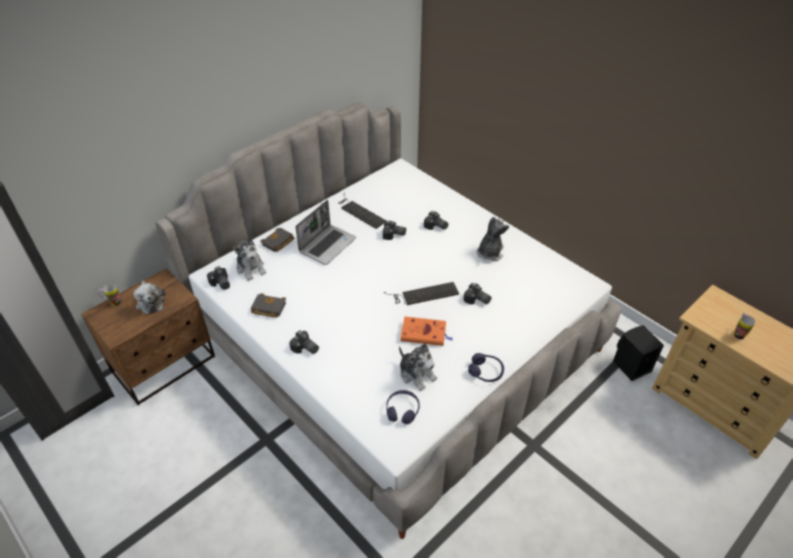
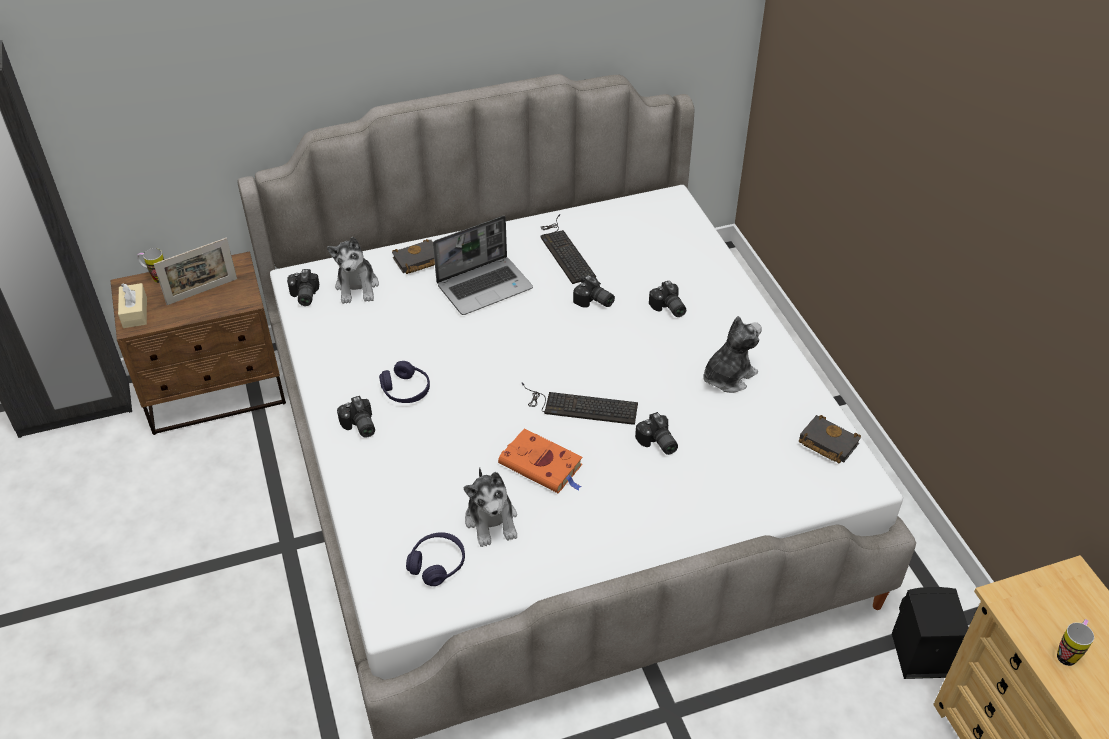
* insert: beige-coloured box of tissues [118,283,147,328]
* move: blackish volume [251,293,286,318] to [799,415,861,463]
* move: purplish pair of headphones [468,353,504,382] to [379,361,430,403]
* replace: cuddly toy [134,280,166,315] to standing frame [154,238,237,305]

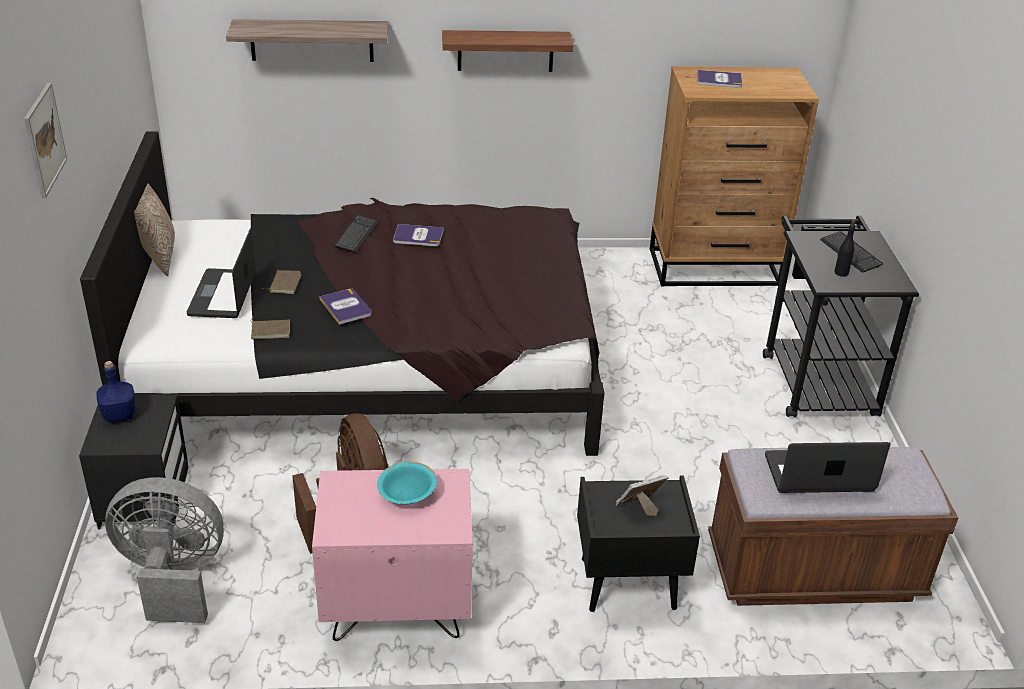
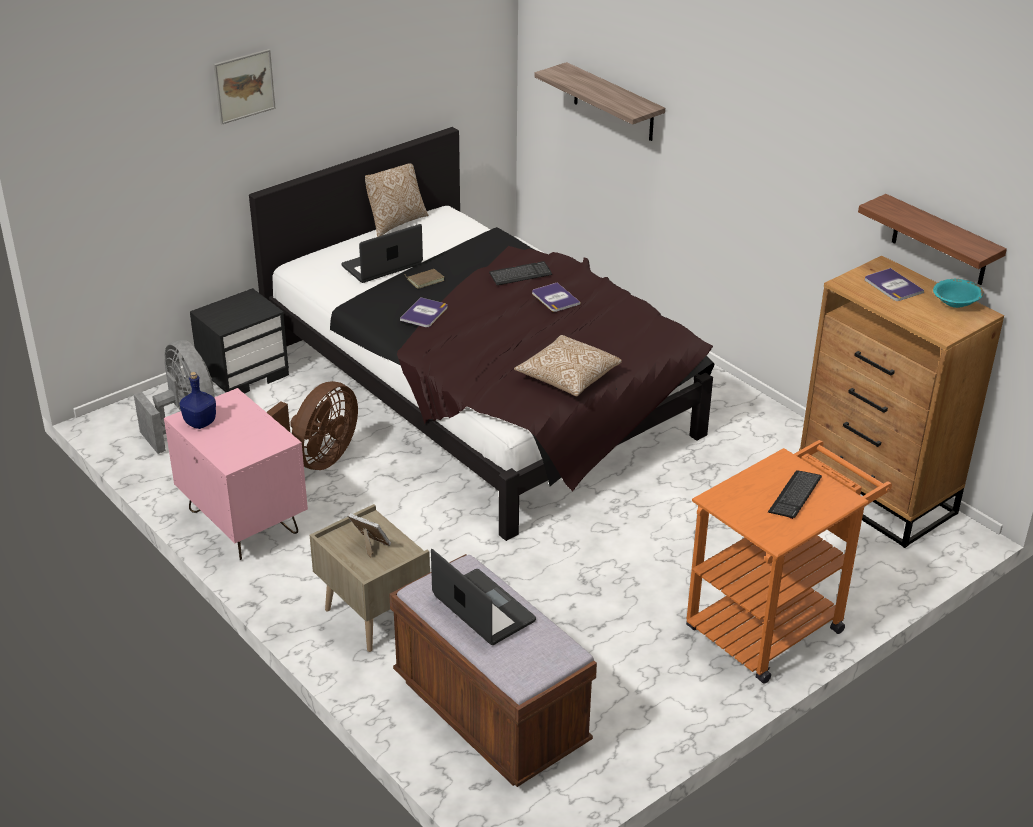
* delete: brownish volume [250,319,290,339]
* delete: blackish beverage bottle [834,220,856,277]
* insert: pillow [514,335,622,396]
* move: blue-coloured beverage bottle [97,361,135,423] to [180,372,216,429]
* move: turquoise serving bowl [377,462,437,505] to [933,279,984,308]
* move: wall shelf [442,30,574,72] to [858,194,1007,285]
* recolor: blackish night table [577,475,700,612] to beige-coloured night table [310,504,430,652]
* recolor: blackish trolley [763,216,919,417] to orange trolley [686,440,892,684]

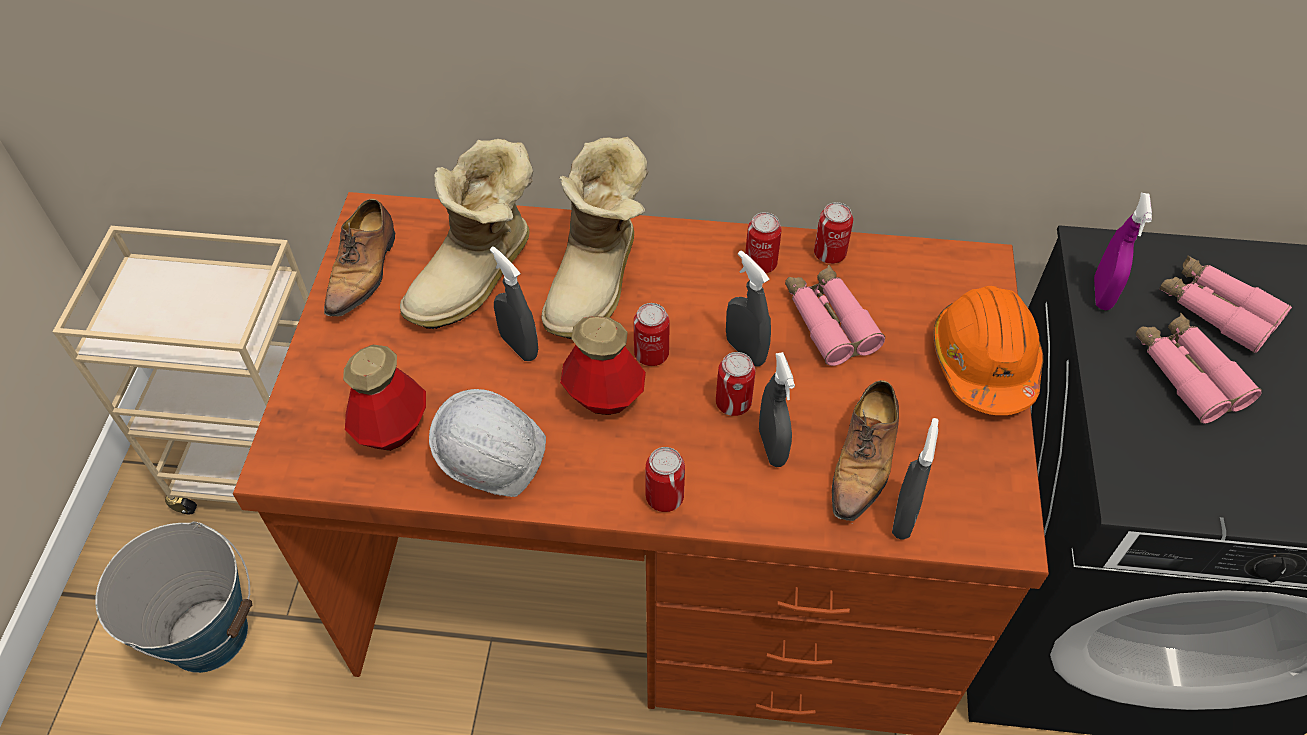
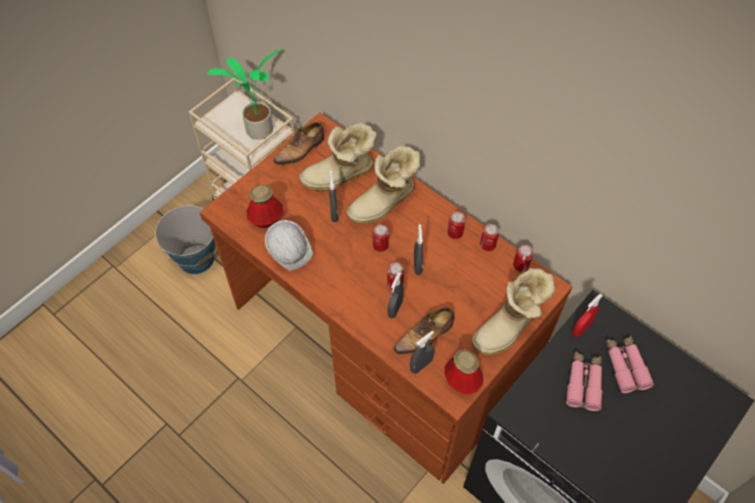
* delete: pink pair of binoculars [785,265,885,366]
* insert: potted plant [207,50,282,140]
* move: beverage bottle [560,316,646,415] to [445,349,483,395]
* move: sealed can [645,447,685,512] to [513,245,533,272]
* replace: orange work helmet [933,286,1043,415] to high-top boot [472,268,555,355]
* recolor: purplish hand sprayer [1094,193,1152,310] to red-coloured hand sprayer [572,294,603,338]

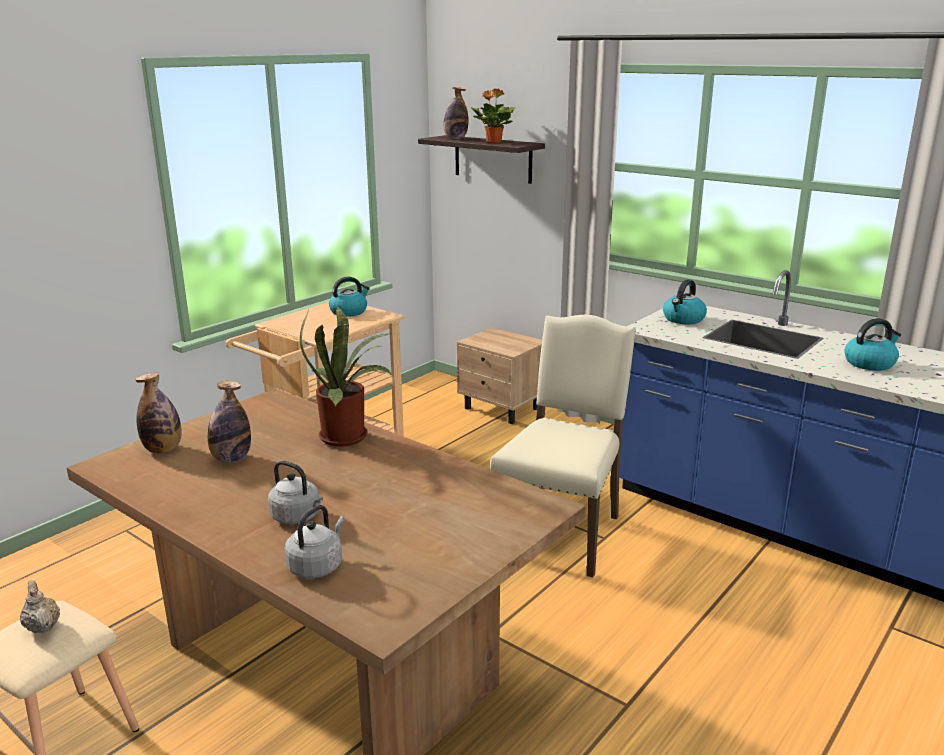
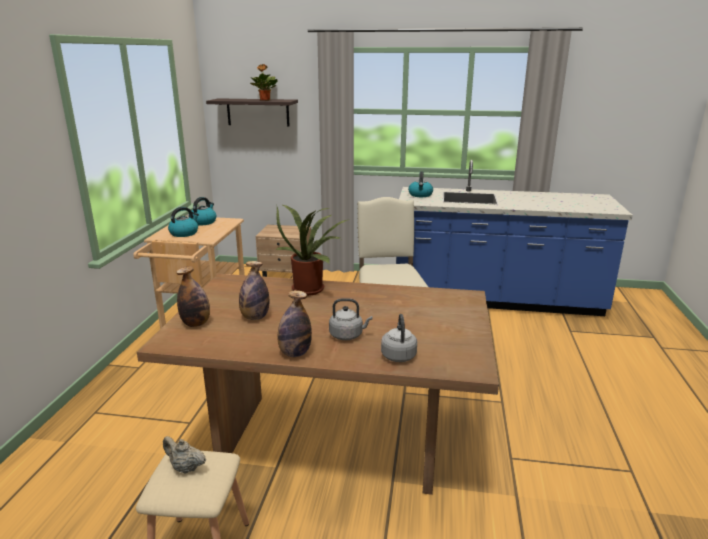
* move: beverage bottle [444,87,468,139] to [277,290,312,357]
* move: kettle [844,318,901,371] to [168,207,199,237]

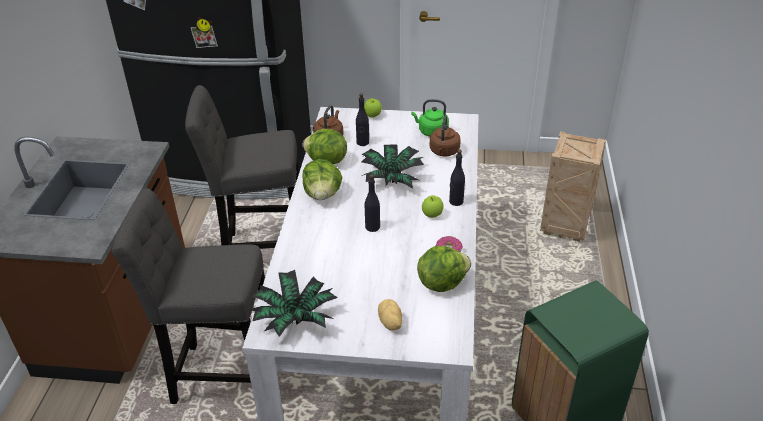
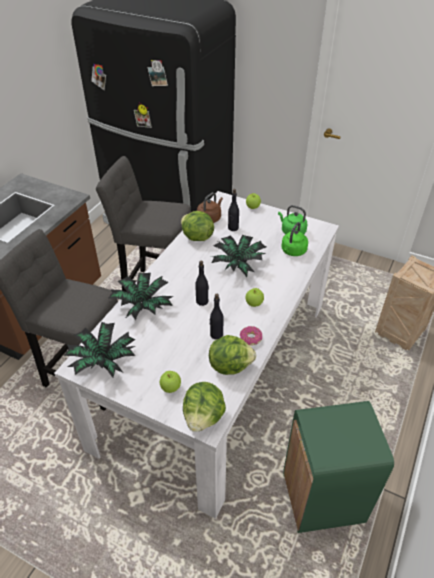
* insert: potted plant [109,272,173,320]
* move: lettuce head [302,159,342,200] to [183,382,226,432]
* move: blackish beverage bottle [449,150,465,206] to [210,294,223,340]
* replace: whole potato [378,299,402,331] to whole apple [160,371,181,393]
* recolor: brownish kettle [430,115,461,156] to green-coloured kettle [282,222,308,256]

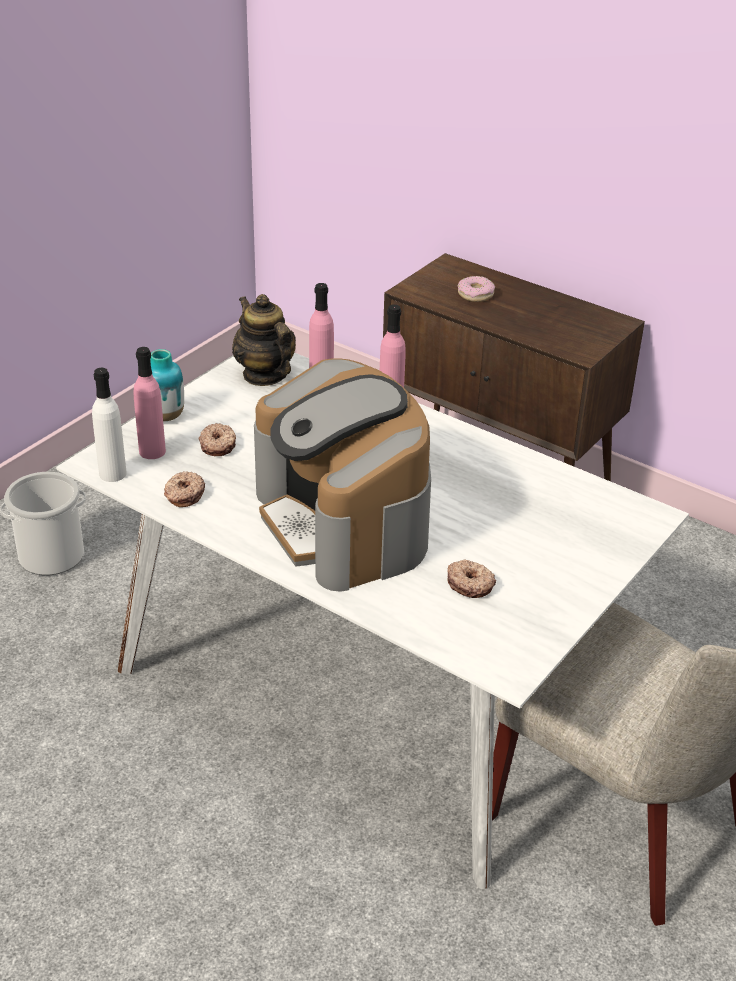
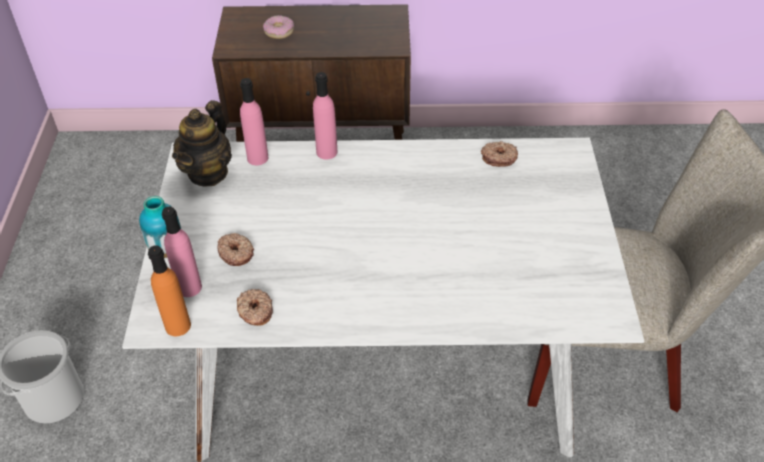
* delete: coffee maker [254,358,431,592]
* move: doughnut [447,559,496,598] to [481,141,518,167]
* recolor: white beverage bottle [92,368,127,482] to orange beverage bottle [148,245,191,336]
* rotate: tea pot [232,294,296,386] = [172,100,232,187] 90 degrees counterclockwise

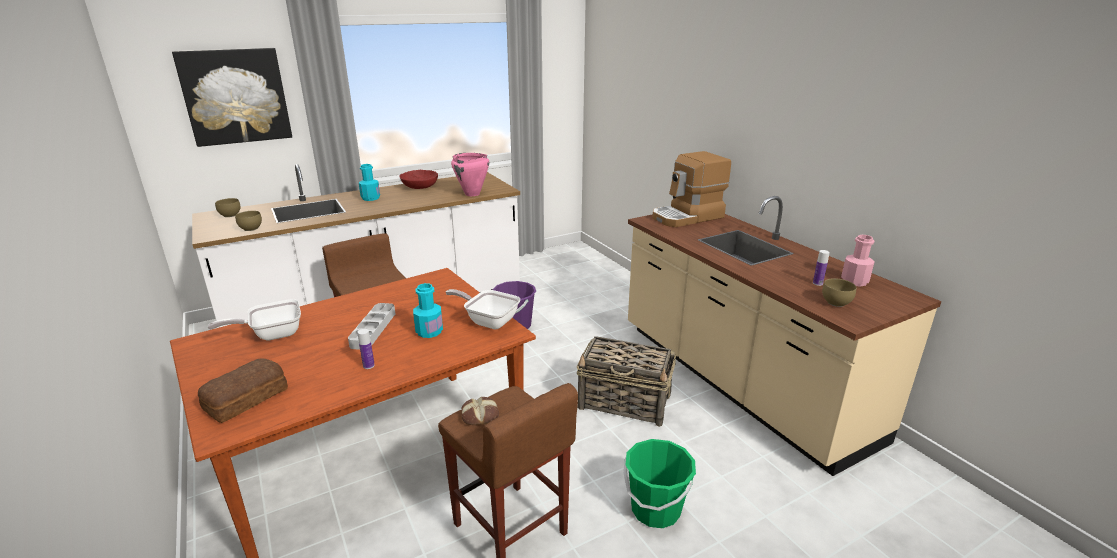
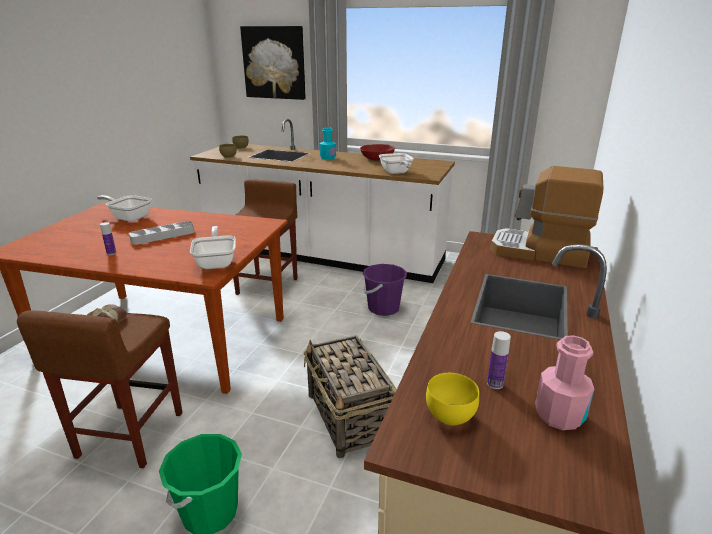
* delete: bread [198,359,288,423]
* delete: turquoise beverage bottle [413,283,443,338]
* replace: pink stockpot [451,153,489,196] to skillet [379,153,414,174]
* recolor: brownish serving bowl [822,278,857,307] to yellow serving bowl [426,373,479,426]

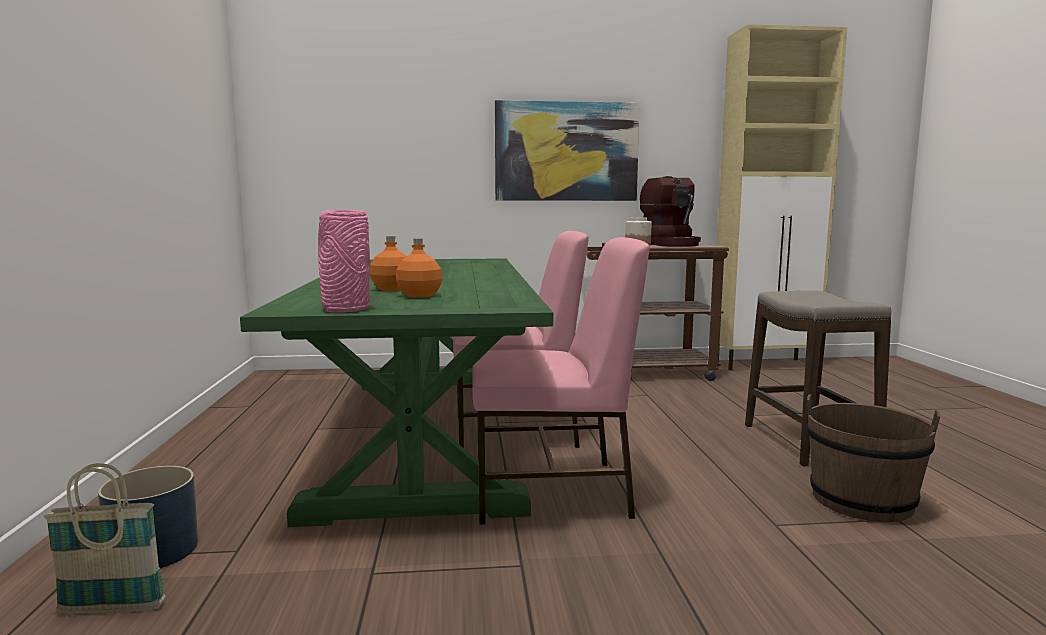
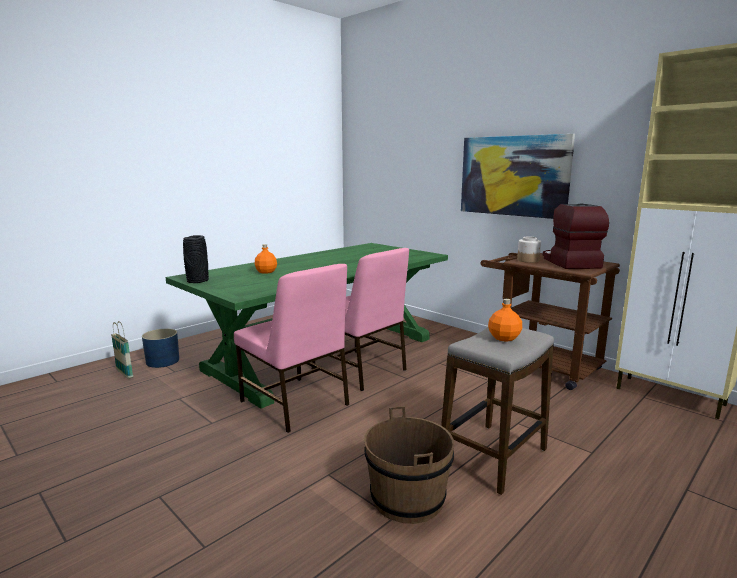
* move: orange beverage bottle [396,238,442,298] to [488,299,522,342]
* recolor: pink flower vase [318,210,370,313] to blackish flower vase [183,235,209,283]
* rotate: coffee maker [640,176,701,247] = [543,204,609,269] 135 degrees clockwise

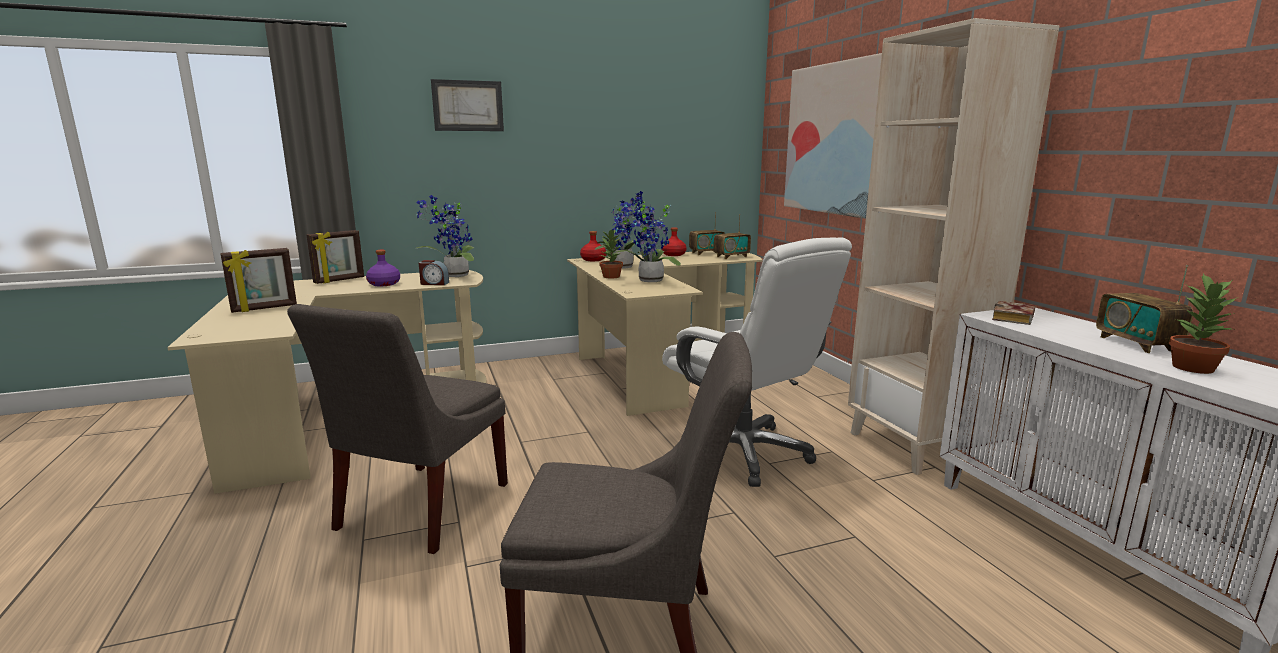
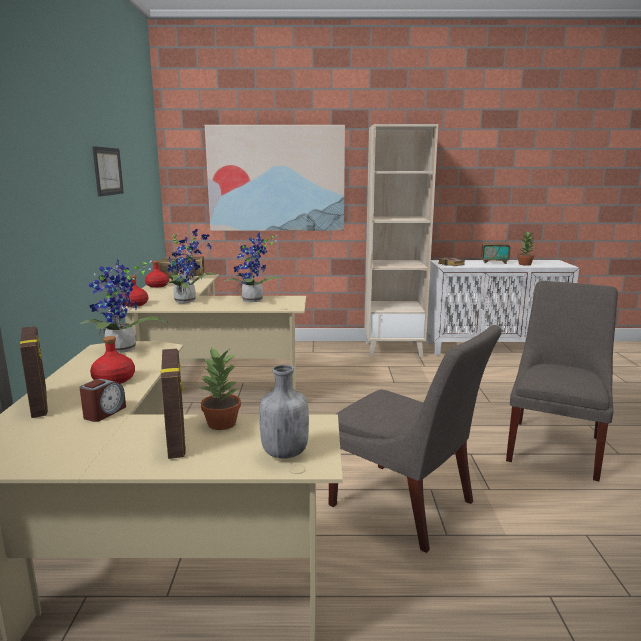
* delete: white office chair [662,238,852,487]
* insert: gray beverage bottle [259,365,309,459]
* move: bedside clock [419,260,449,285] to [79,379,126,422]
* move: wall art [431,79,504,131] to [92,146,124,197]
* move: potted plant [600,229,623,278] to [199,347,241,430]
* recolor: purplish beverage bottle [366,250,400,286] to red-coloured beverage bottle [90,336,135,384]

